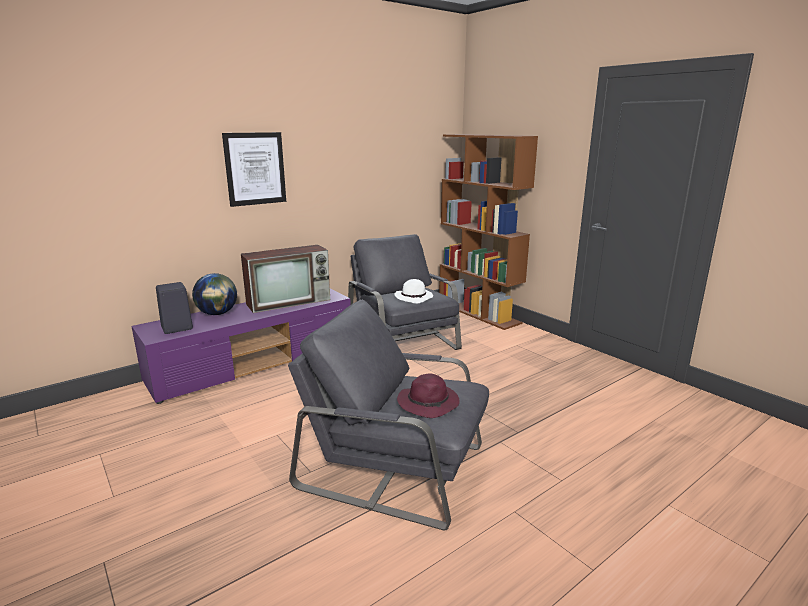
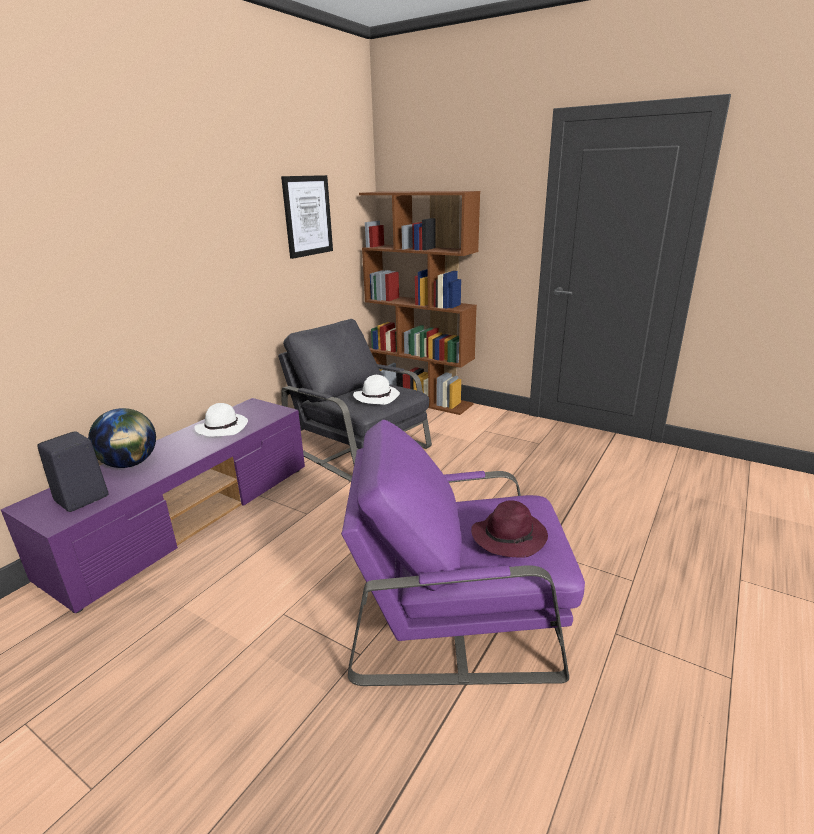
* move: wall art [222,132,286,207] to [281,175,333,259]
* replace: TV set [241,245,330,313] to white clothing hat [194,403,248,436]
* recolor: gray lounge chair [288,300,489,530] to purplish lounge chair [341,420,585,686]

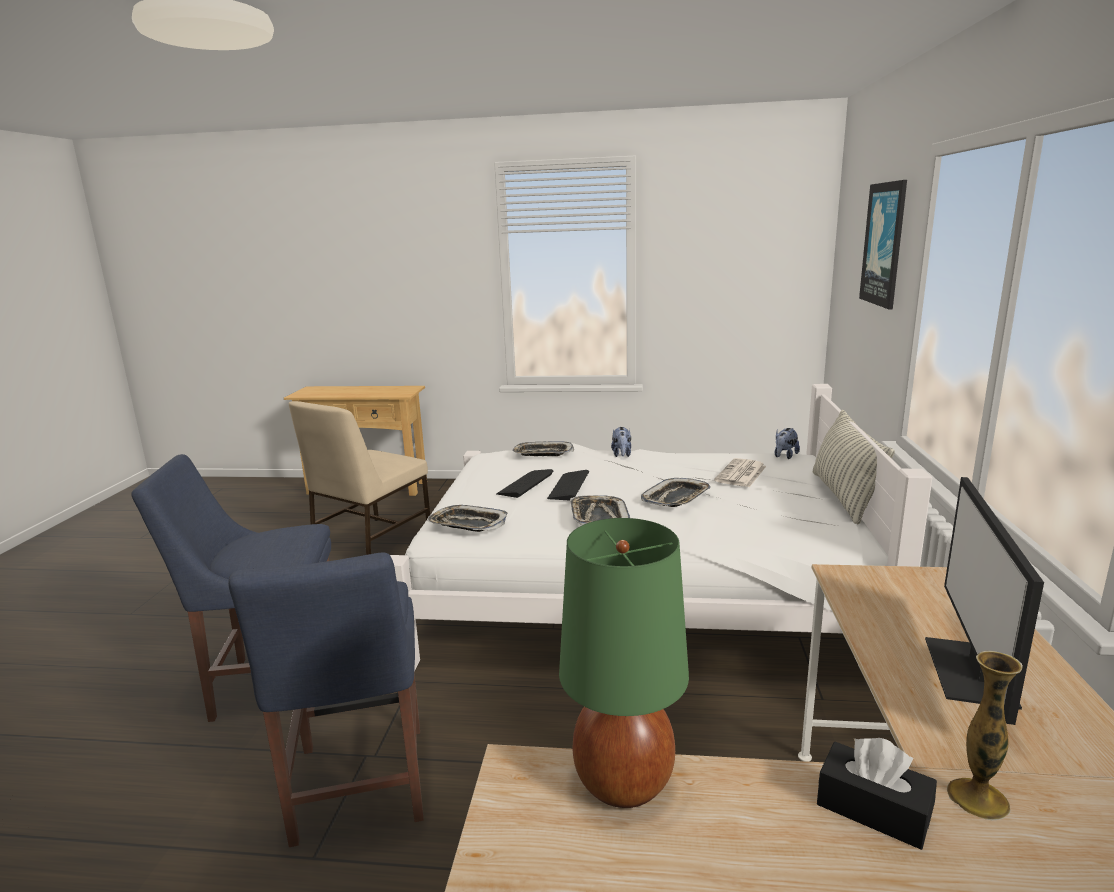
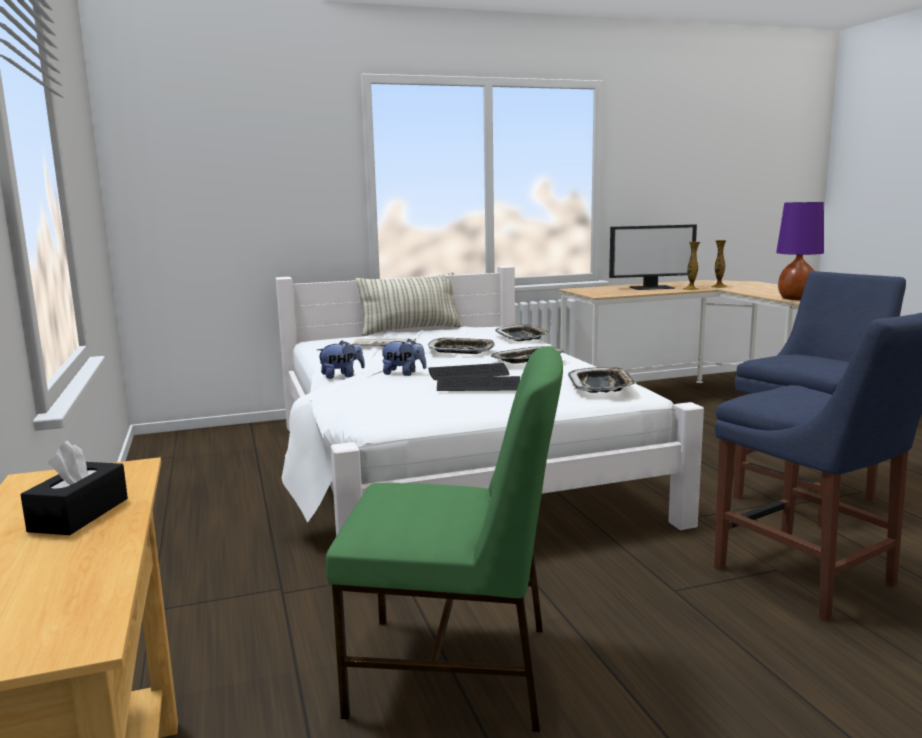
* delete: wall art [859,180,907,309]
* insert: flower vase [683,242,700,290]
* move: serving tray [512,441,574,456] to [495,324,550,341]
* move: cuddly toy [775,428,800,459] to [380,339,426,376]
* move: blackish box of tissues [817,738,937,850] to [20,441,128,535]
* recolor: beige-coloured plain chair [289,401,430,555] to green-coloured plain chair [326,346,563,732]
* recolor: green-coloured lamp for a table [559,518,689,808] to purplish lamp for a table [776,202,824,300]

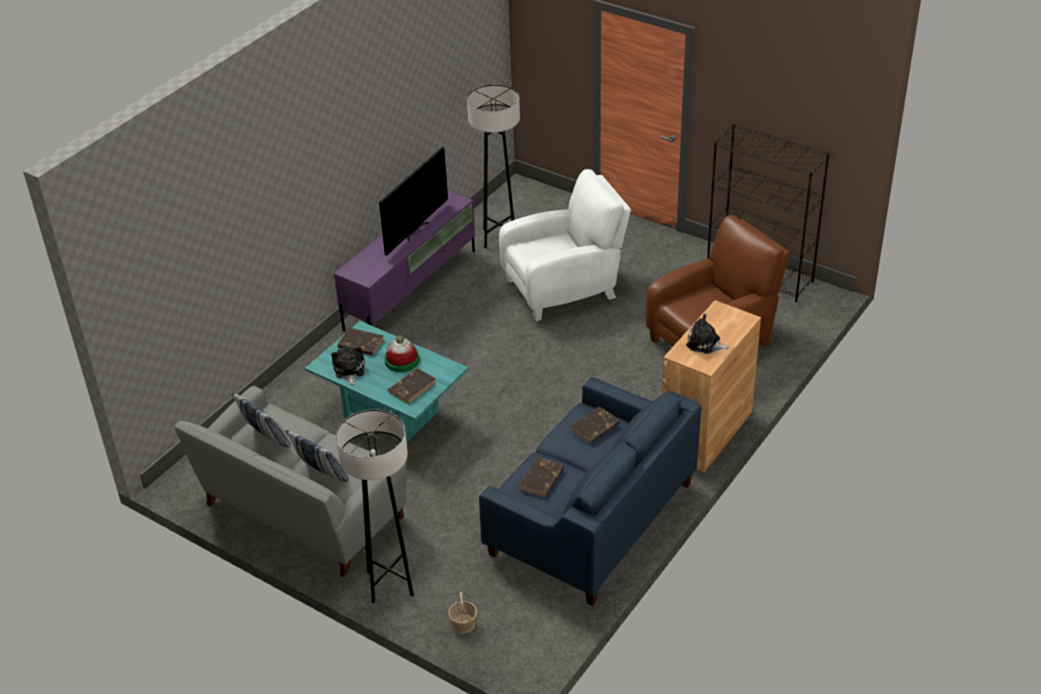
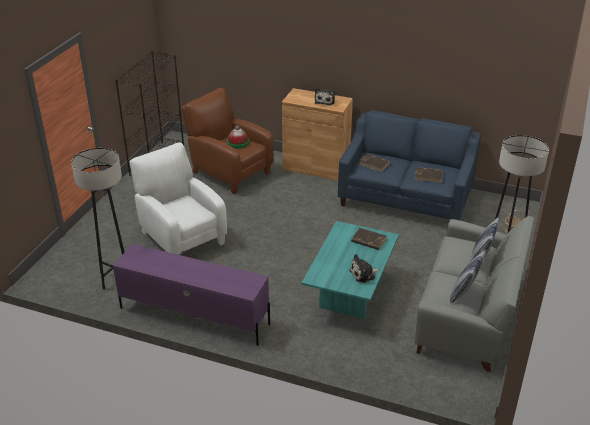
* delete: brownish volume [338,328,384,356]
* delete: TV set [379,147,448,255]
* move: clothing hat [384,336,420,372] to [227,126,249,149]

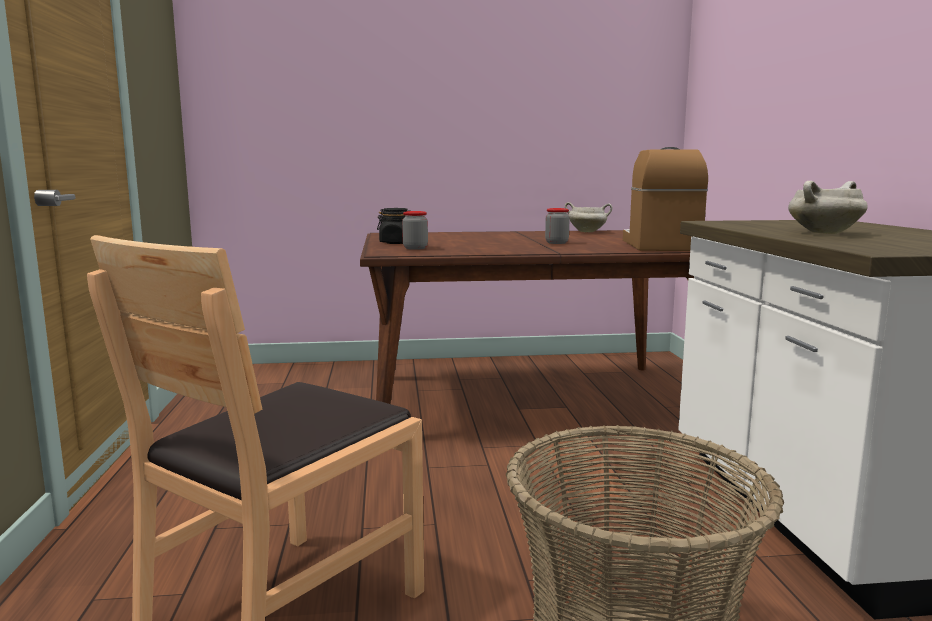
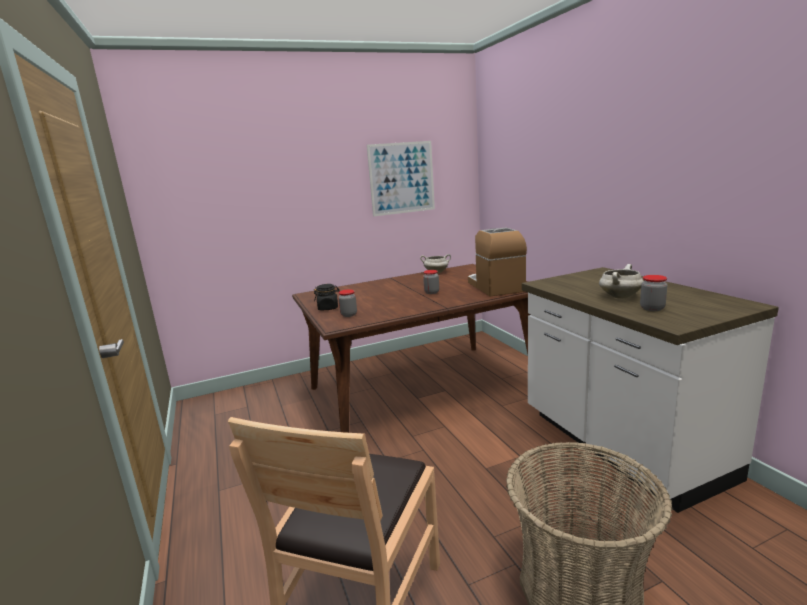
* insert: wall art [367,141,435,216]
* insert: storage jar [640,275,667,311]

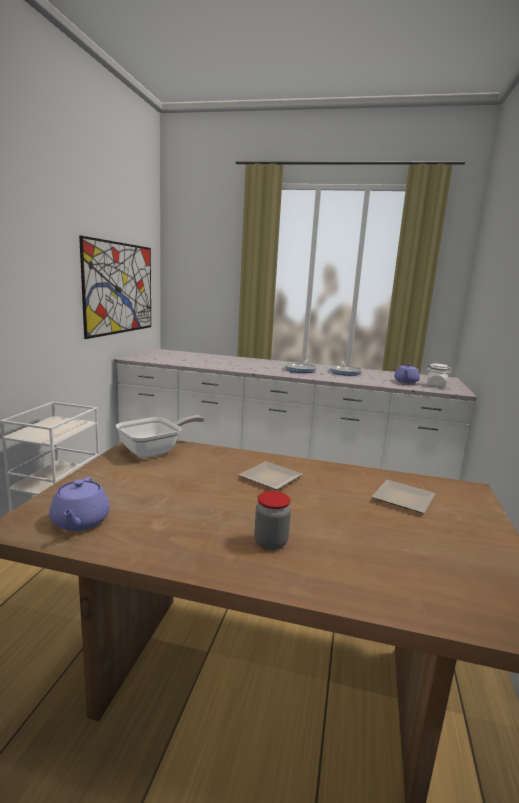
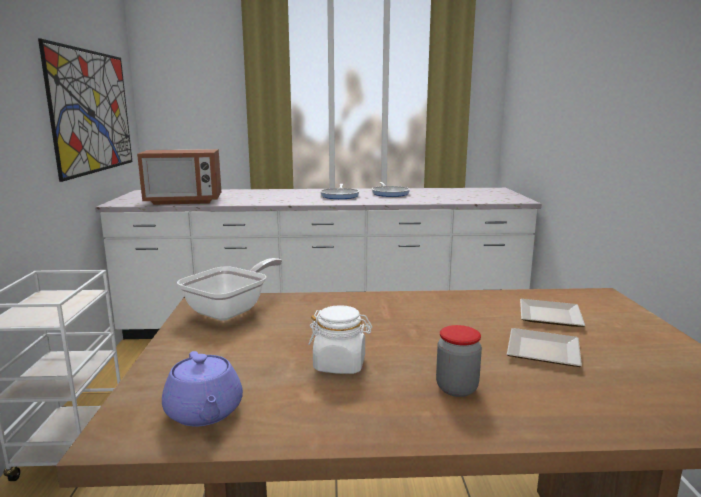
* delete: purplish tea pot [394,363,420,384]
* insert: microwave oven [137,149,221,205]
* move: flat dish [238,461,303,490] to [507,328,582,367]
* move: white storage jar [425,364,452,387] to [308,305,372,374]

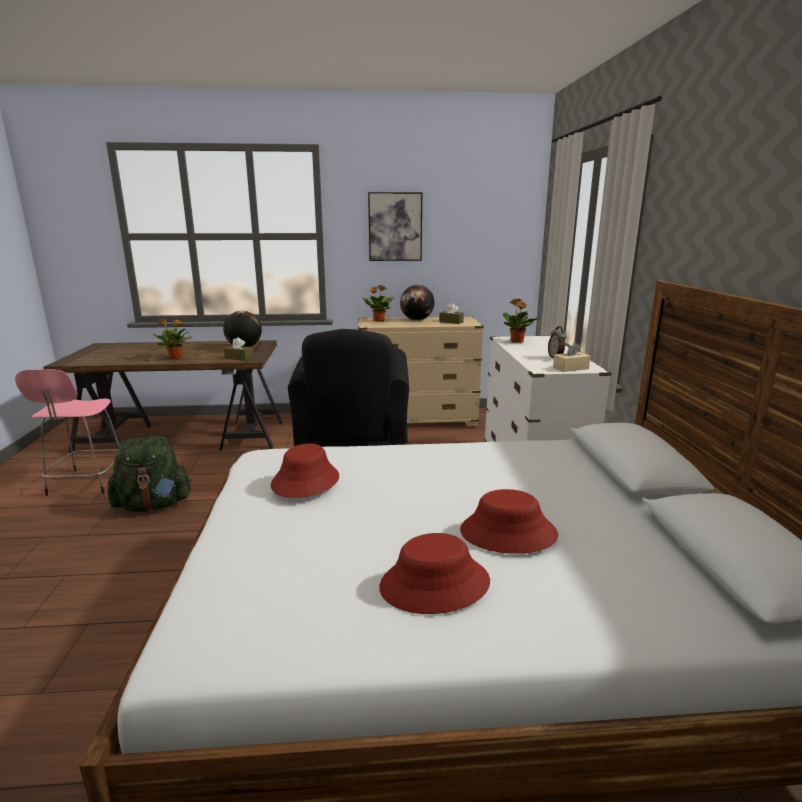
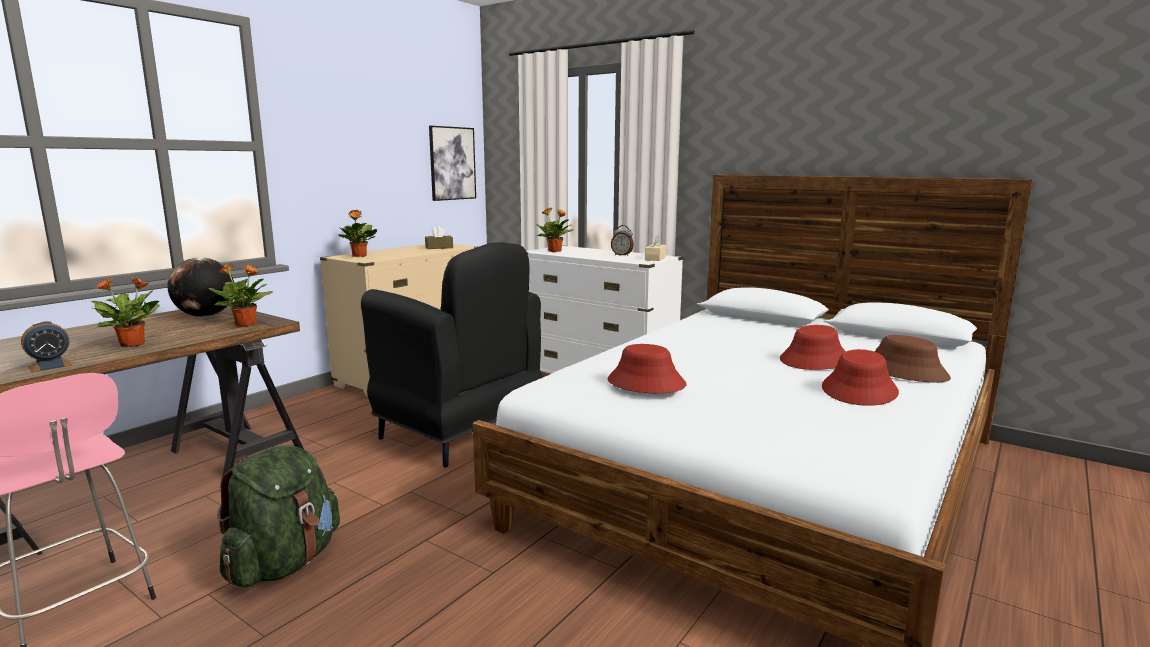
* delete: world globe [400,285,435,320]
* insert: bedside clock [21,321,73,373]
* insert: brownish clothing hat [874,335,951,382]
* move: wall art [368,192,422,261] to [429,126,476,201]
* replace: brownish box of tissues [224,337,253,361] to potted plant [208,263,273,327]

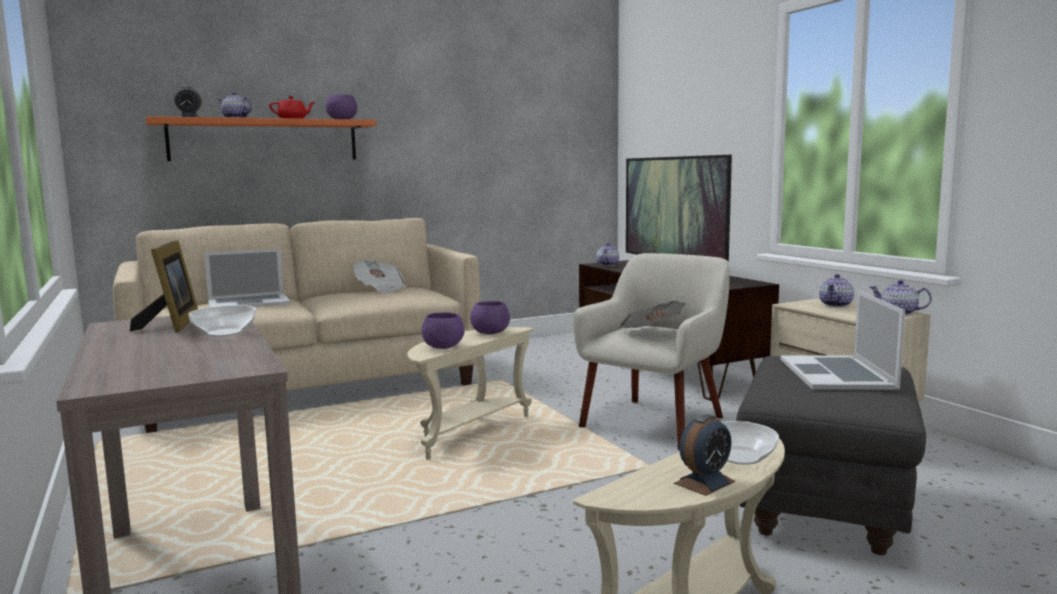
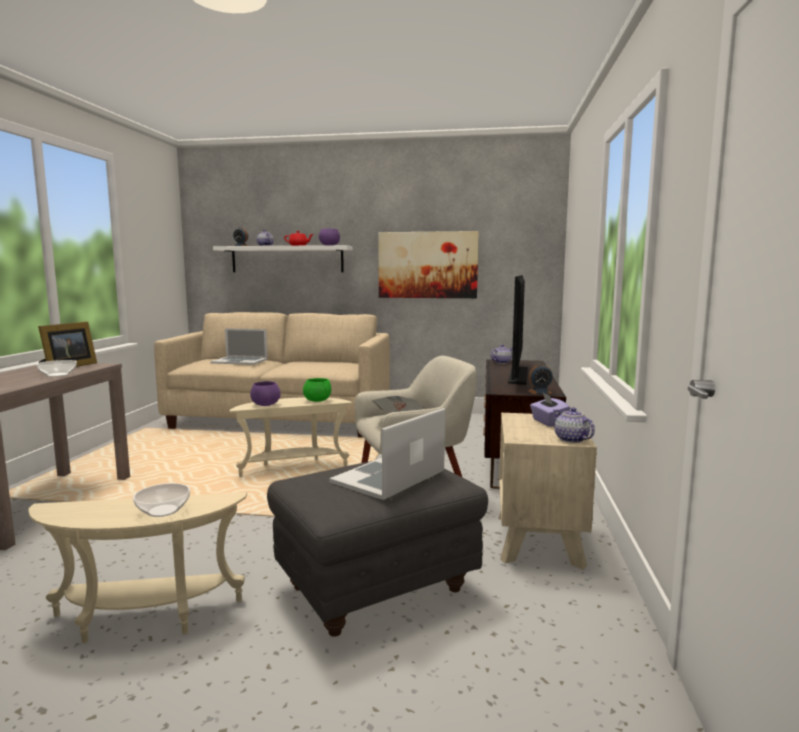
* delete: printed paper [353,260,406,294]
* insert: wall art [378,231,479,298]
* move: bedside clock [674,414,735,496] to [528,364,553,394]
* replace: tea pot [819,274,854,307] to purplish box of tissues [530,393,570,427]
* recolor: orange wall shelf [146,116,377,161] to white wall shelf [213,245,352,272]
* recolor: purplish serving bowl [470,301,510,334] to green-coloured serving bowl [303,378,331,402]

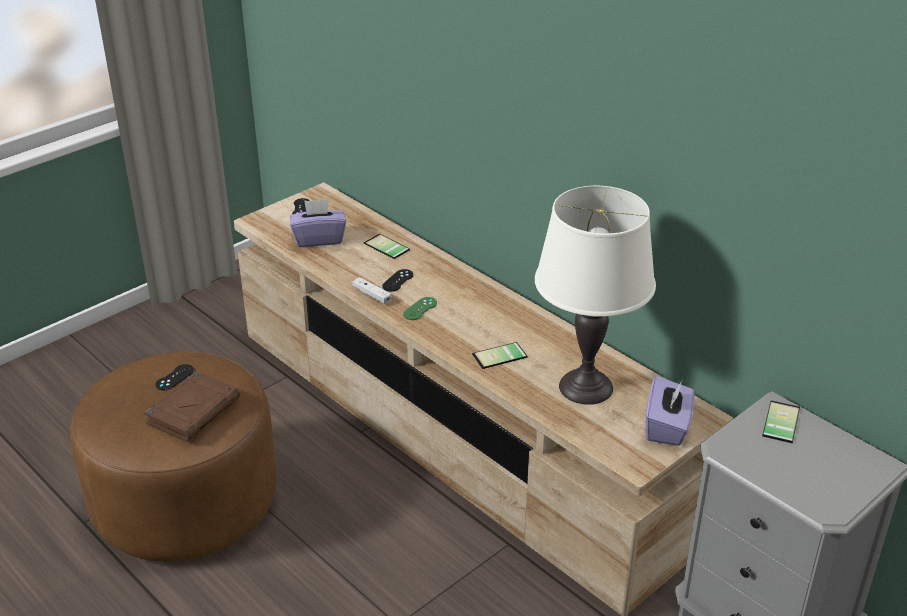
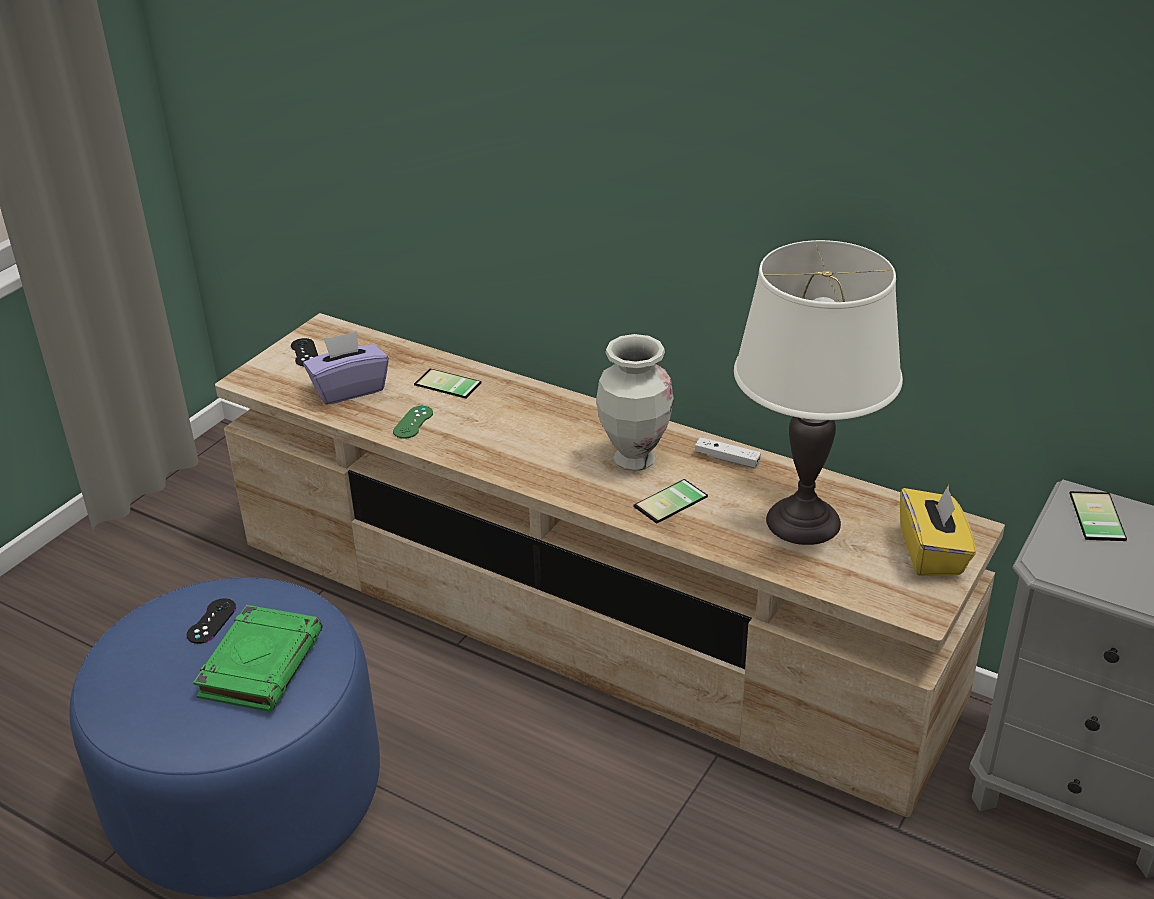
* delete: blackish game controller [382,269,413,292]
* insert: flower vase [596,334,674,471]
* move: white game controller [352,277,392,304] to [695,437,761,469]
* move: green-coloured game controller [403,297,437,320] to [393,406,433,439]
* recolor: brownish footrest [70,352,277,562] to blue-coloured footrest [69,577,380,897]
* recolor: brownish volume [144,371,240,442] to green-coloured volume [193,605,322,712]
* recolor: purplish box of tissues [646,376,694,446] to yellow box of tissues [900,485,976,576]

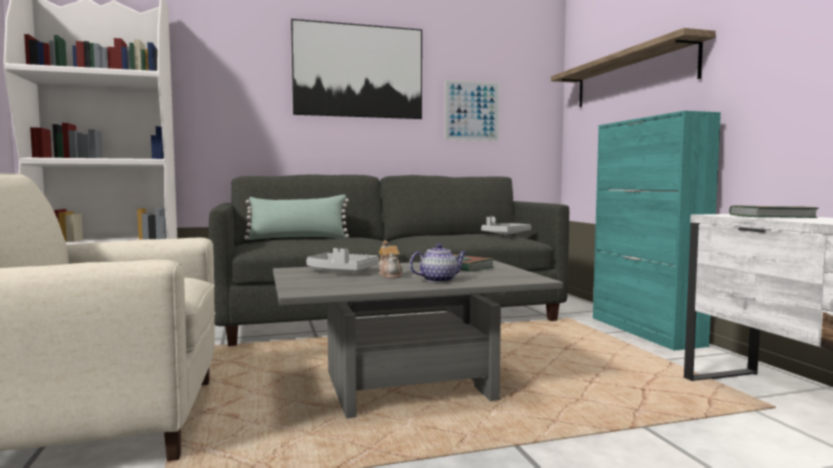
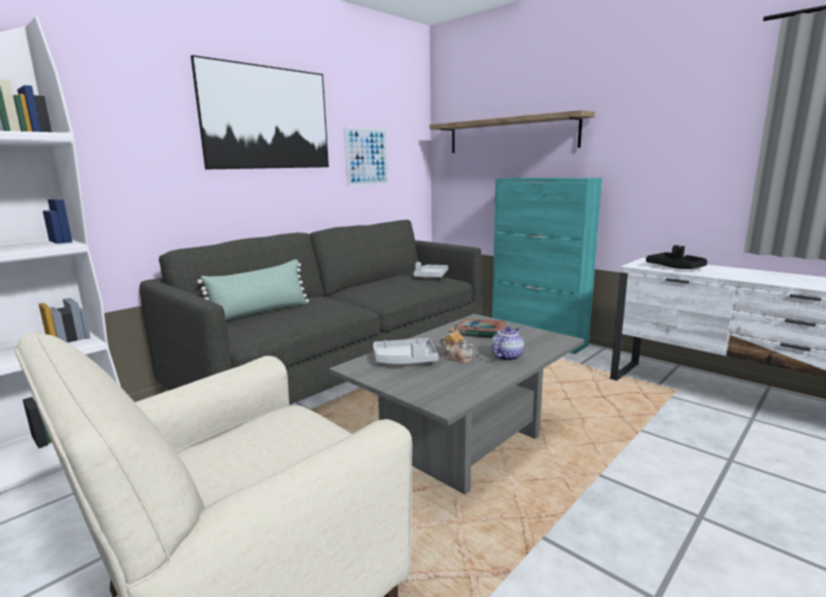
* replace: volume [729,206,819,218] to blackish serving tray [646,245,707,269]

